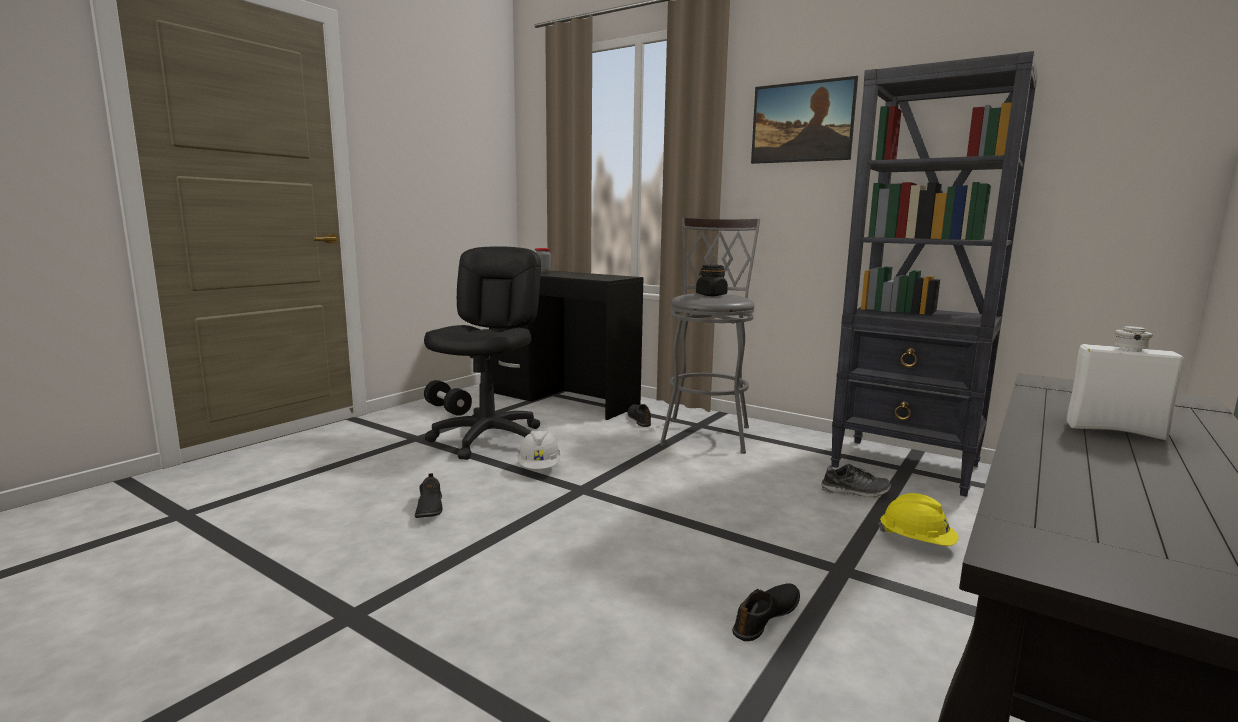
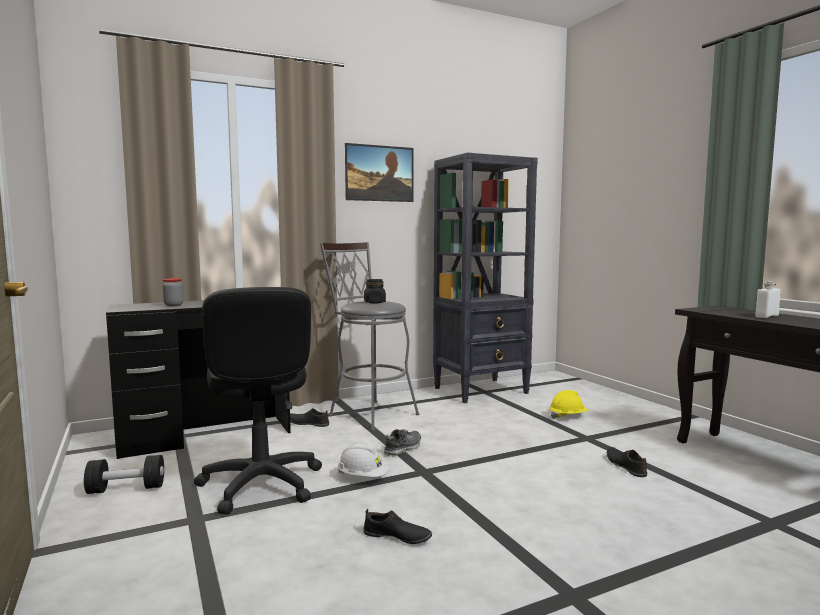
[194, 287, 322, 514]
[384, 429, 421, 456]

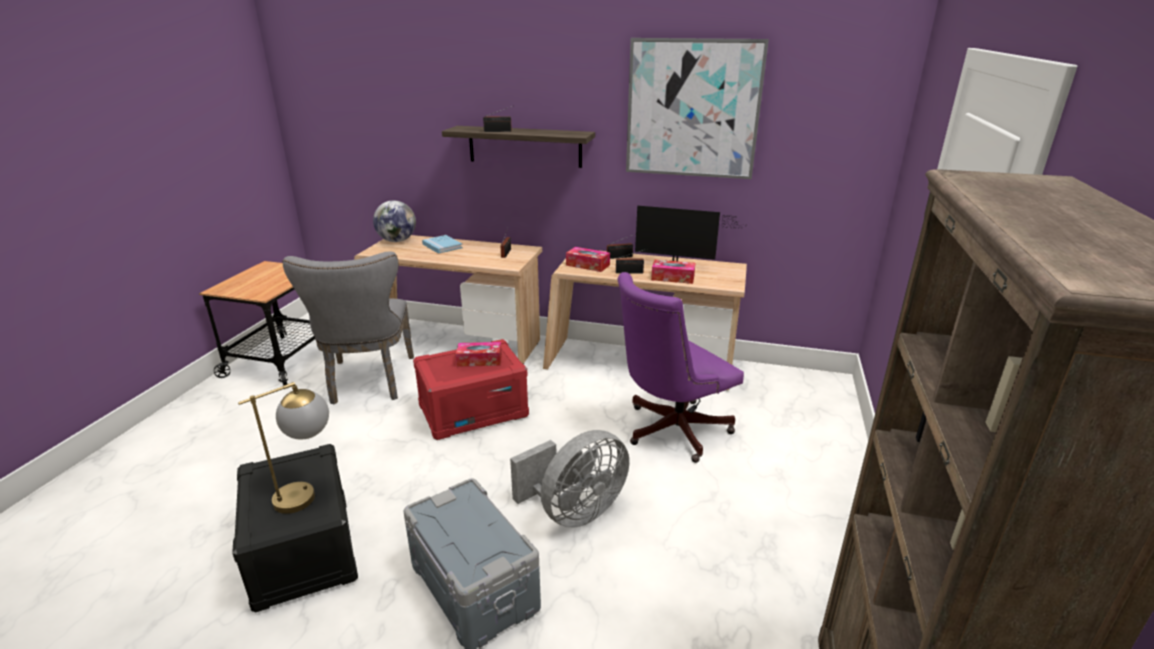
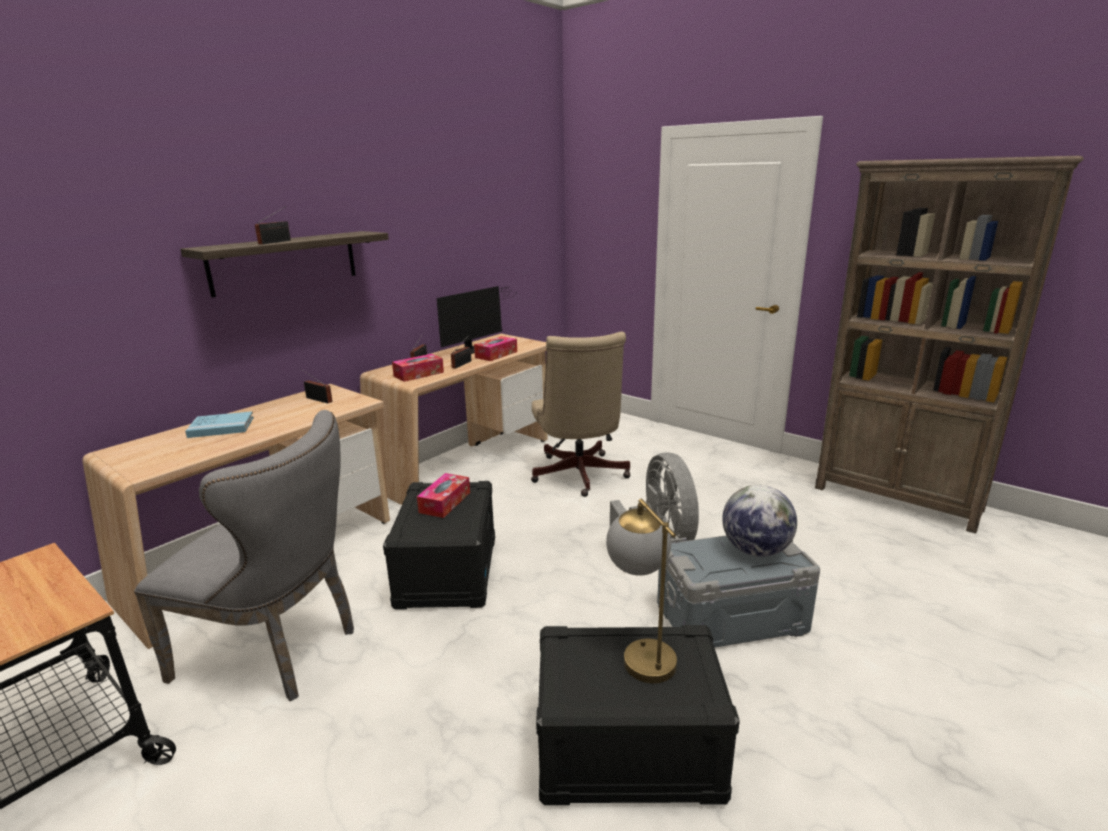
[626, 38, 769, 179] (first image)
[722, 485, 797, 557]
[531, 332, 631, 497]
[383, 481, 495, 610]

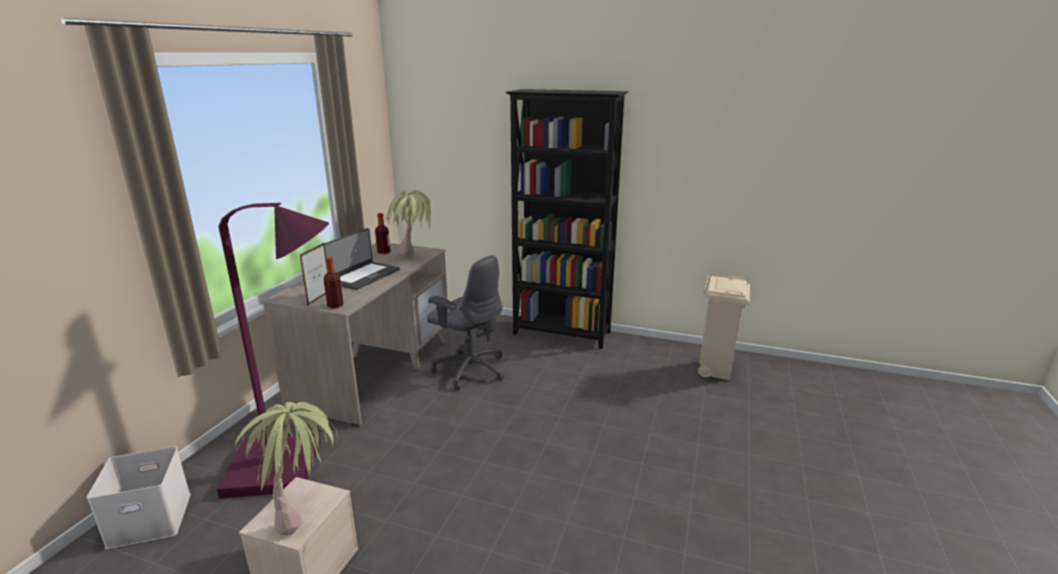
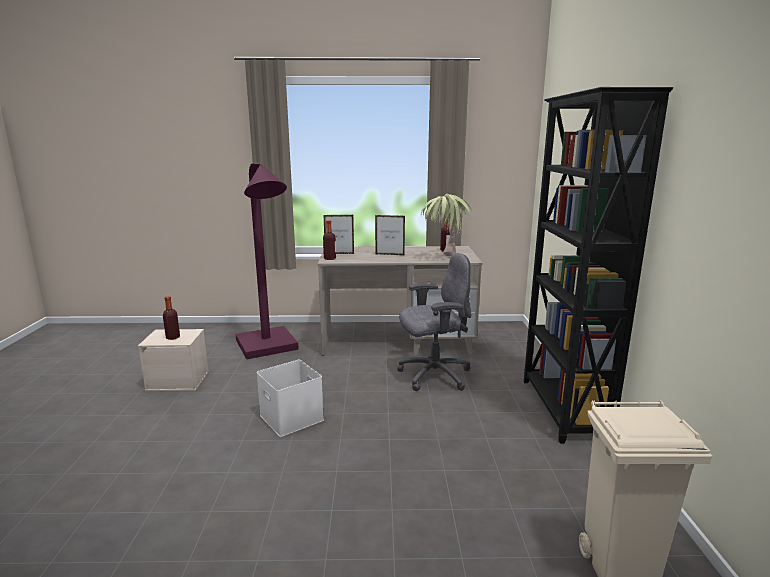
[375, 215, 405, 255]
[397, 253, 472, 391]
[163, 296, 180, 340]
[256, 360, 324, 437]

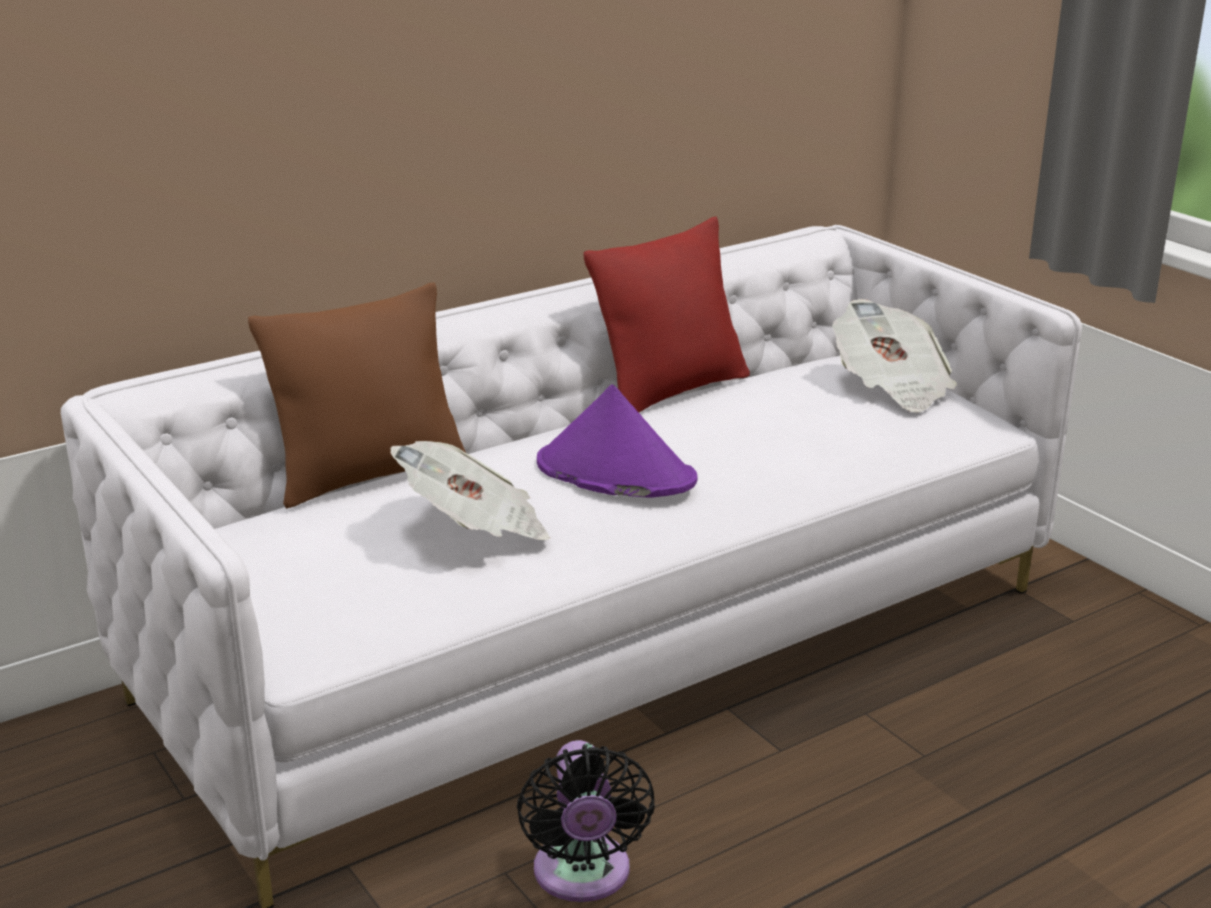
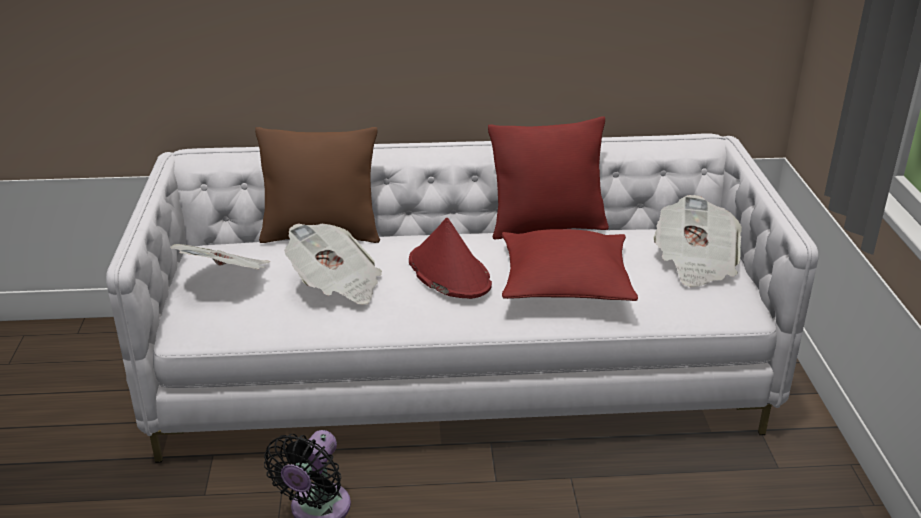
[409, 218, 492, 299]
[501, 229, 638, 301]
[170, 244, 270, 269]

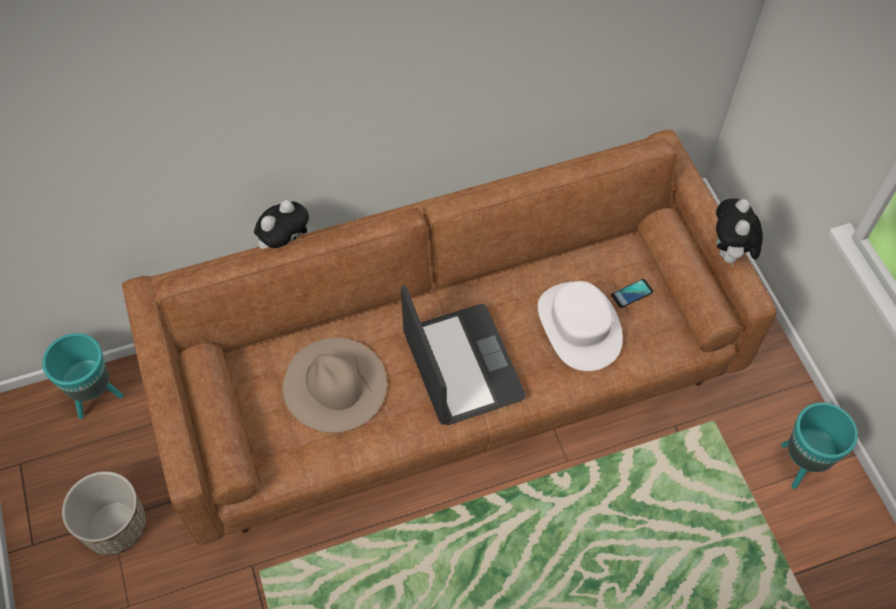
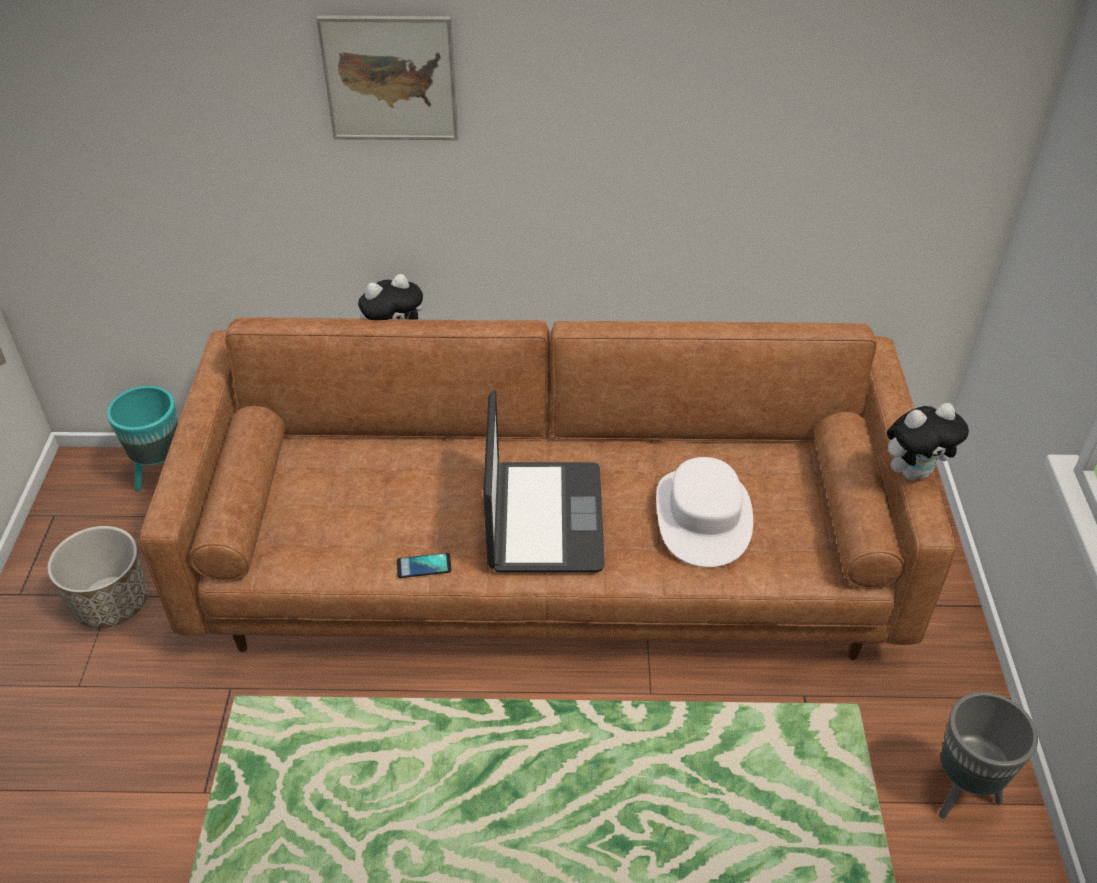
[887, 403, 969, 481]
[397, 553, 452, 578]
[283, 338, 387, 433] (first image)
[939, 692, 1038, 819]
[316, 15, 458, 140]

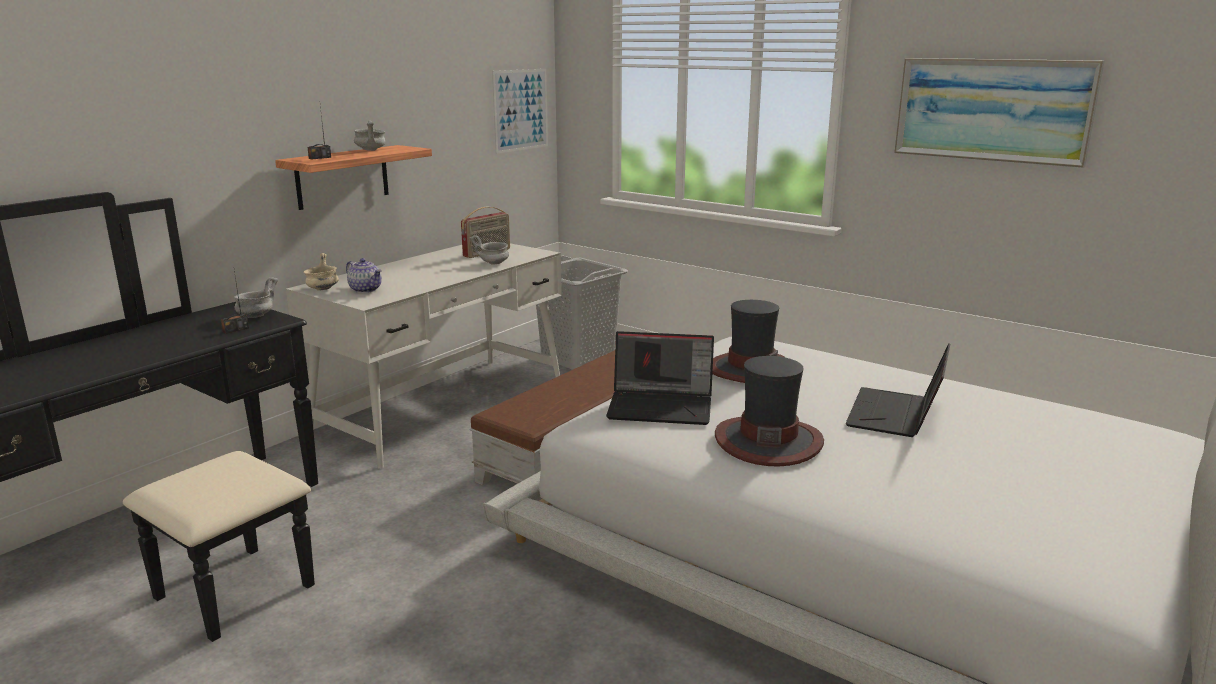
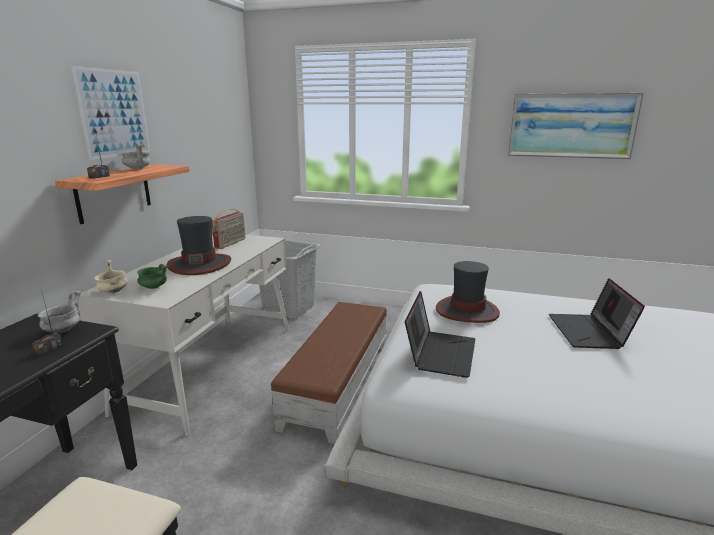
[71, 66, 151, 160]
[469, 235, 509, 265] (first image)
[137, 264, 168, 289]
[405, 291, 475, 378]
[167, 216, 231, 275]

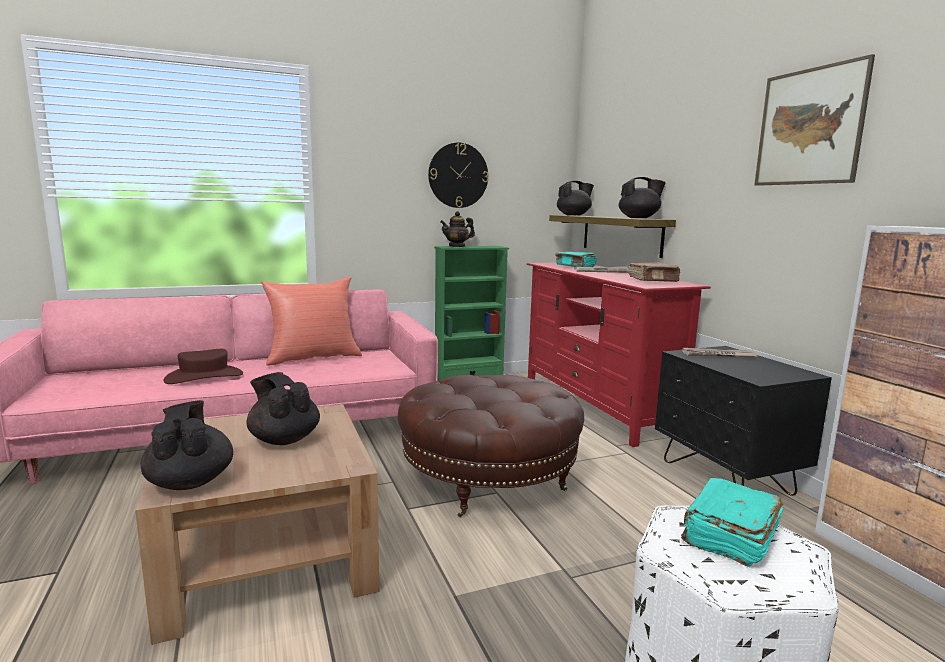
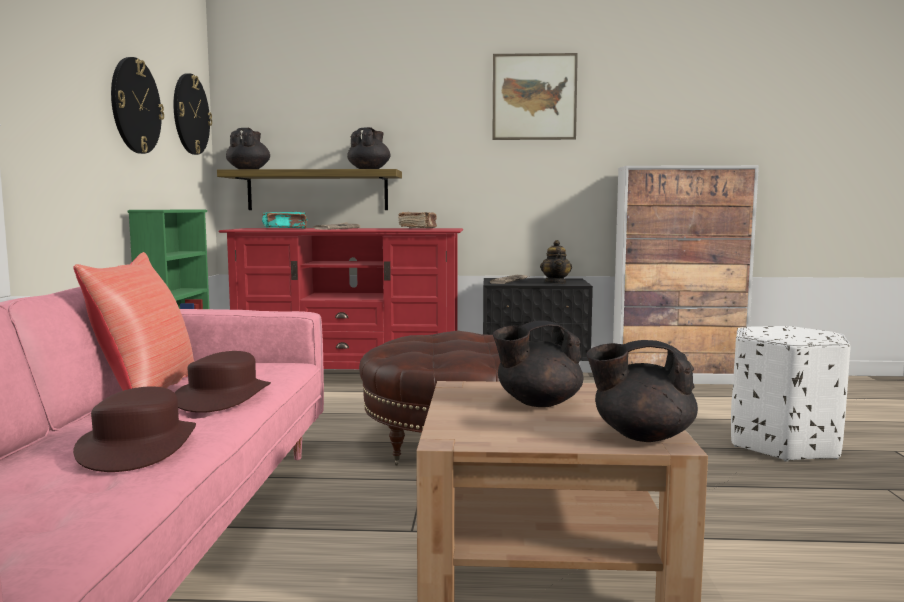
[540, 240, 572, 284]
[681, 478, 783, 567] (first image)
[173, 73, 212, 155]
[175, 351, 271, 413]

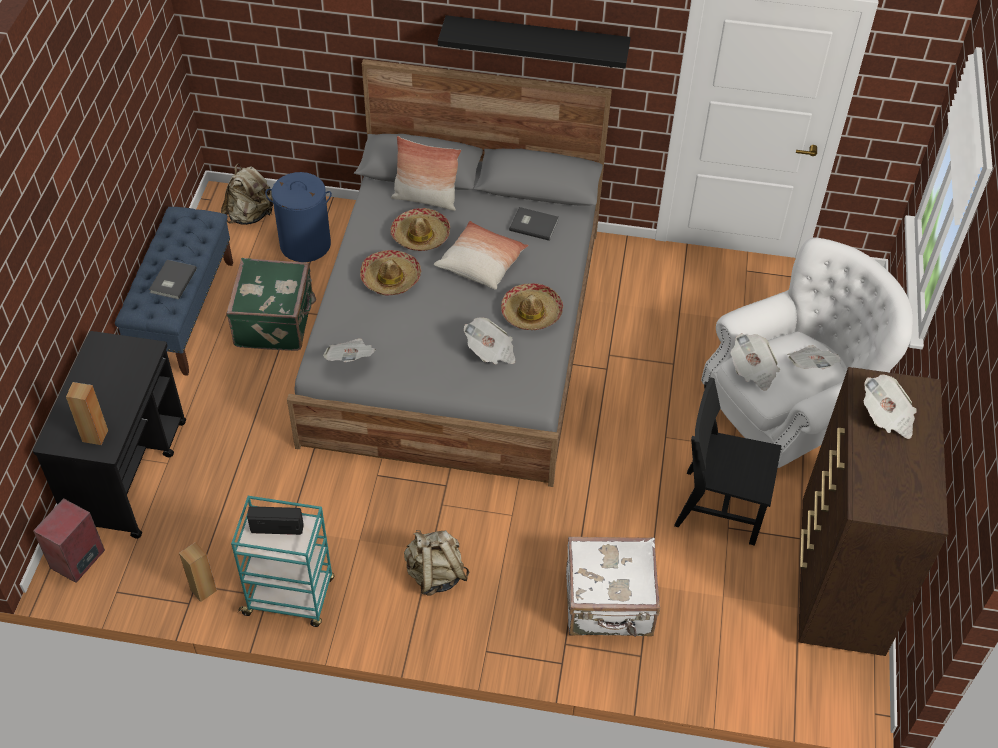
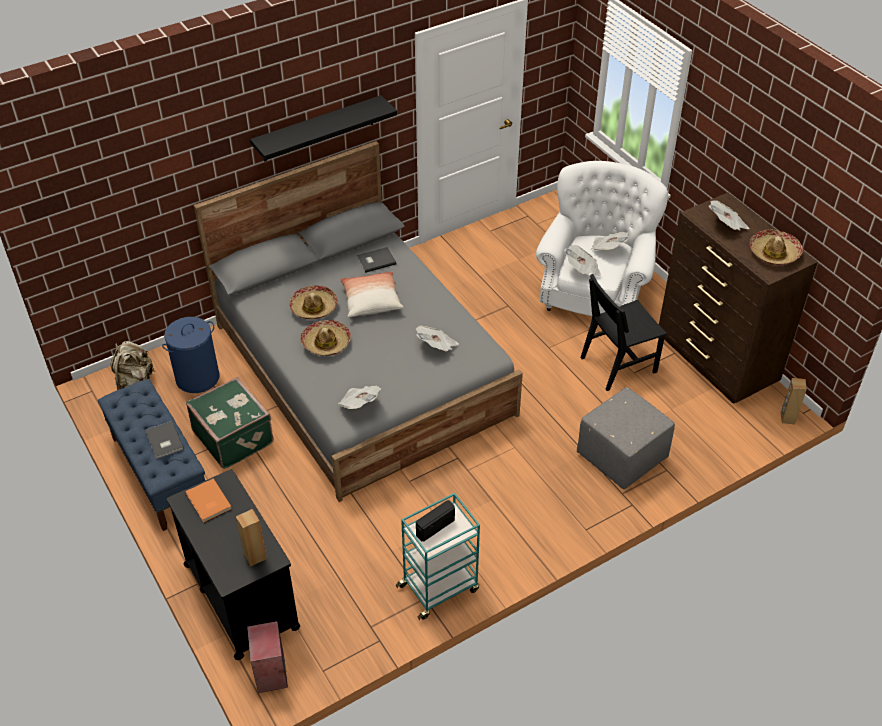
[391, 136, 461, 211] (first image)
[750, 229, 803, 266]
[404, 530, 469, 596] (first image)
[577, 387, 675, 489]
[781, 378, 807, 424]
[186, 478, 232, 523]

